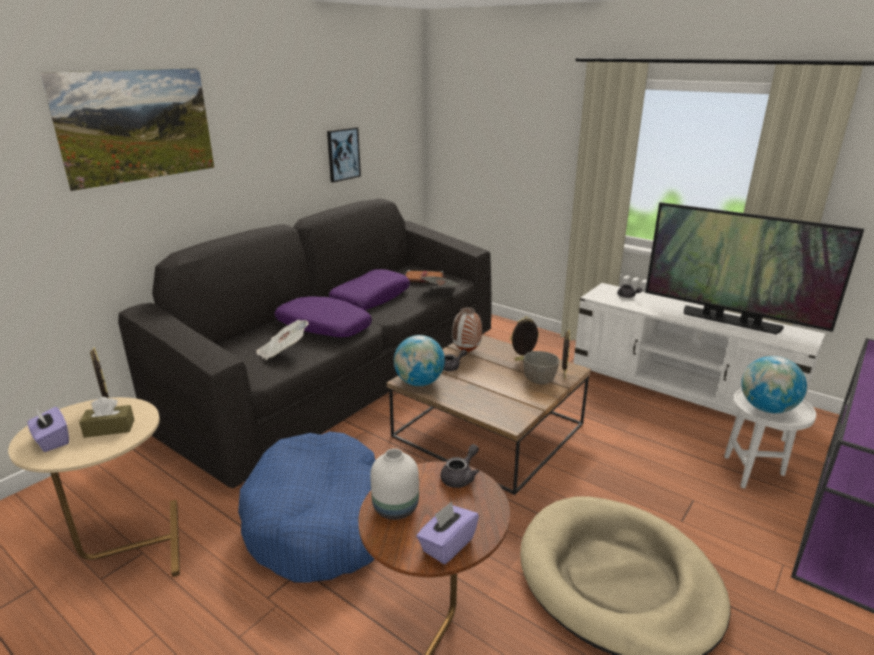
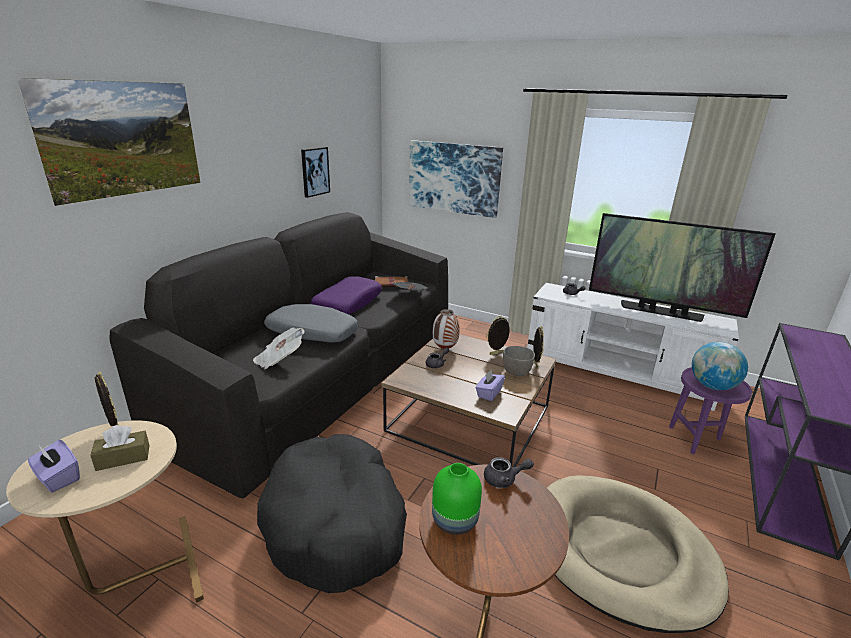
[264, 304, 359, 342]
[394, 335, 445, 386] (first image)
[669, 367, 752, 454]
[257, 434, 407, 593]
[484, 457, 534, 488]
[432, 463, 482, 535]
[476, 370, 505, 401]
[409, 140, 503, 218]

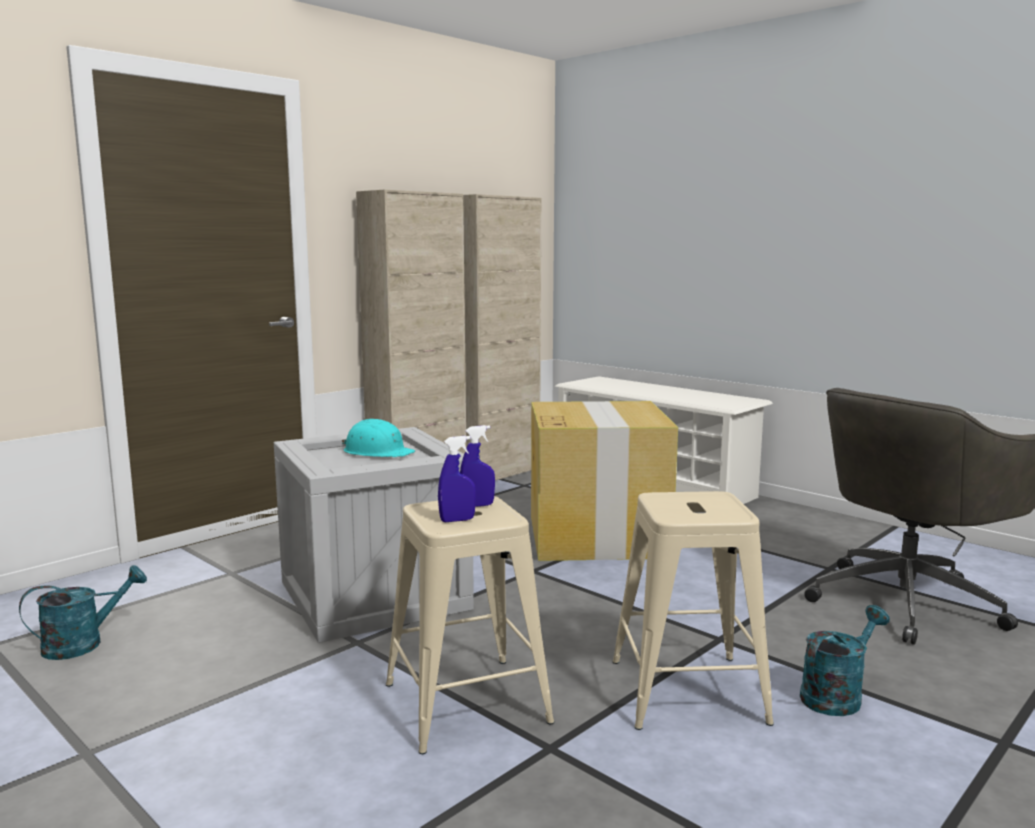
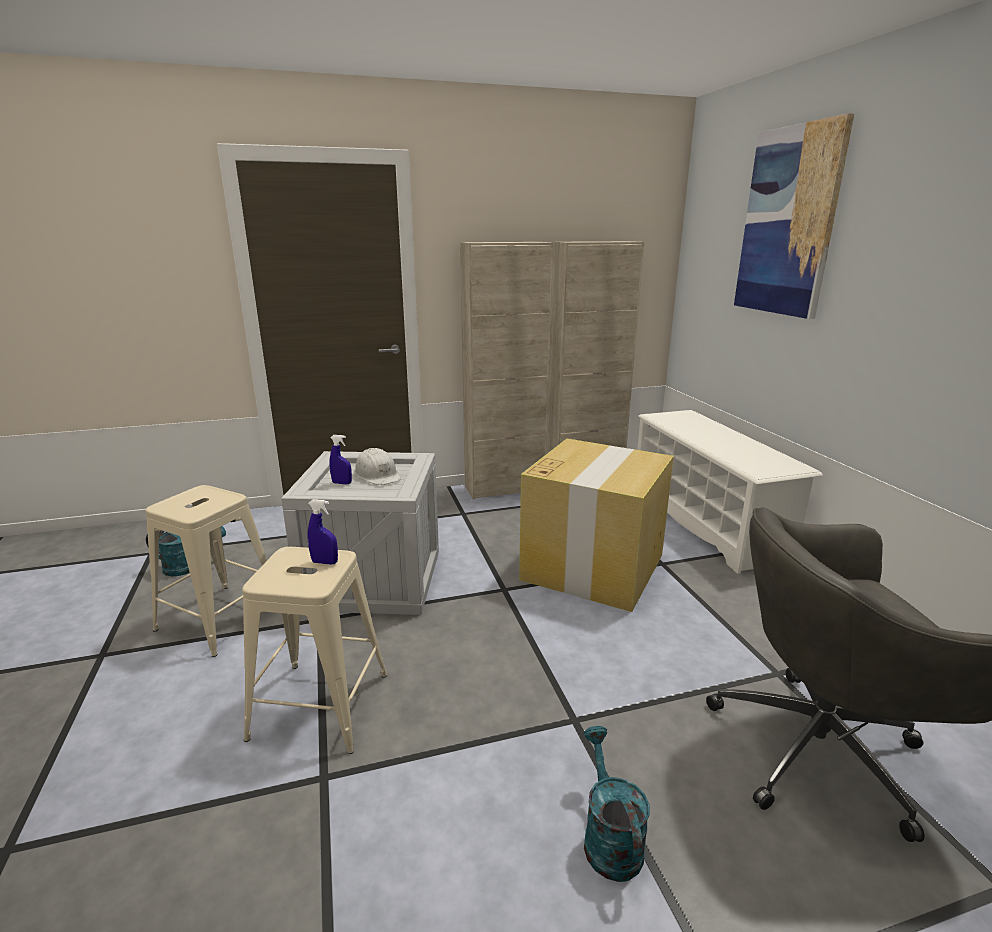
[354, 448, 401, 485]
[329, 435, 352, 485]
[145, 485, 267, 657]
[583, 726, 650, 882]
[734, 113, 854, 319]

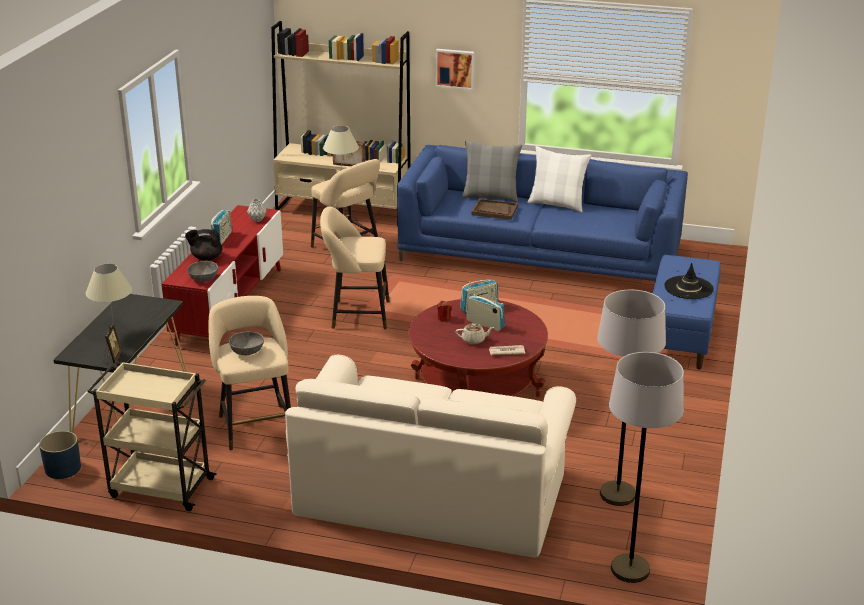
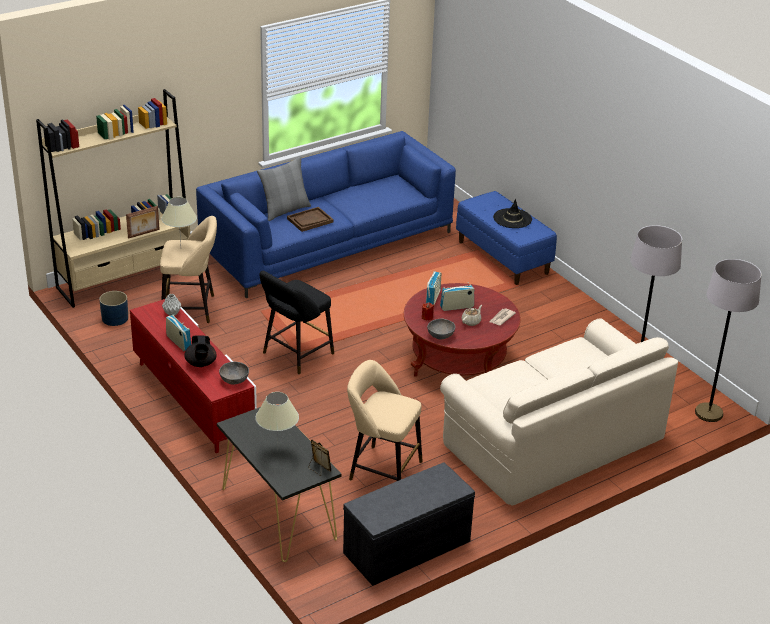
[436, 49, 474, 90] (first image)
[527, 146, 592, 212] (first image)
[260, 271, 334, 375]
[184, 335, 216, 367]
[427, 319, 455, 339]
[343, 462, 475, 586]
[99, 291, 128, 326]

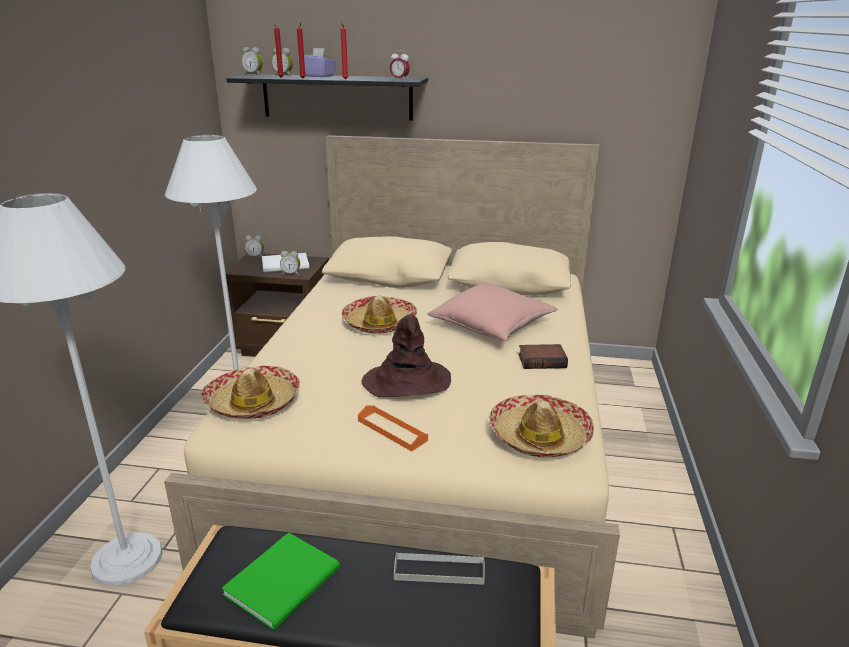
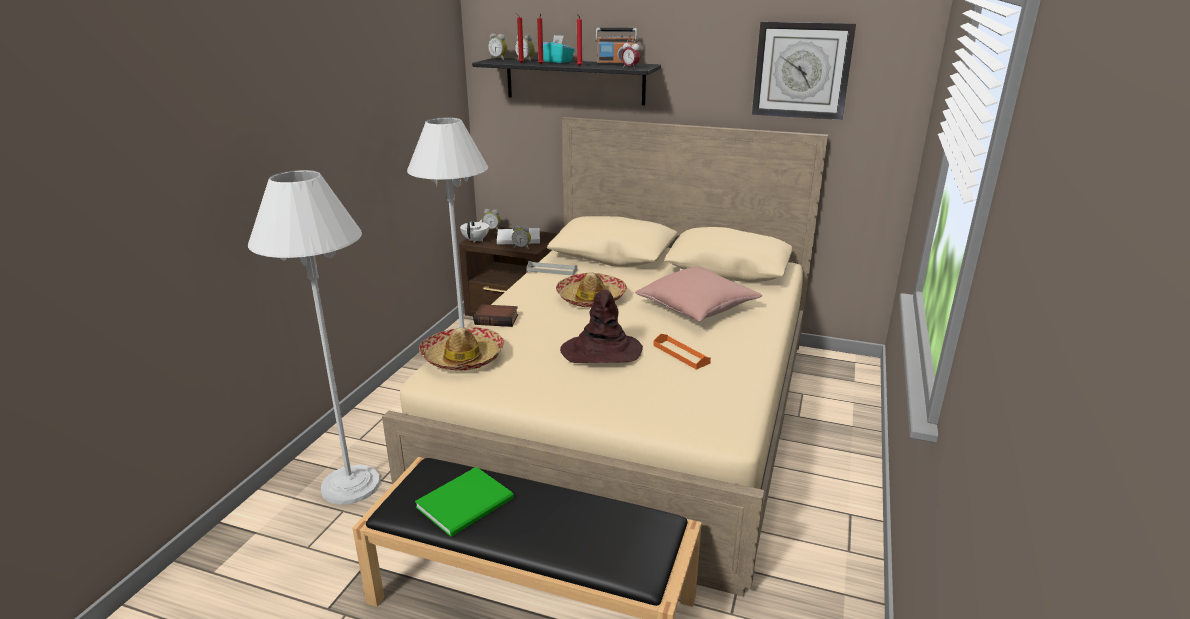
[543, 35, 575, 63]
[474, 304, 518, 327]
[489, 395, 594, 457] (first image)
[654, 334, 711, 370]
[527, 261, 577, 276]
[752, 21, 856, 120]
[595, 28, 637, 65]
[460, 219, 489, 243]

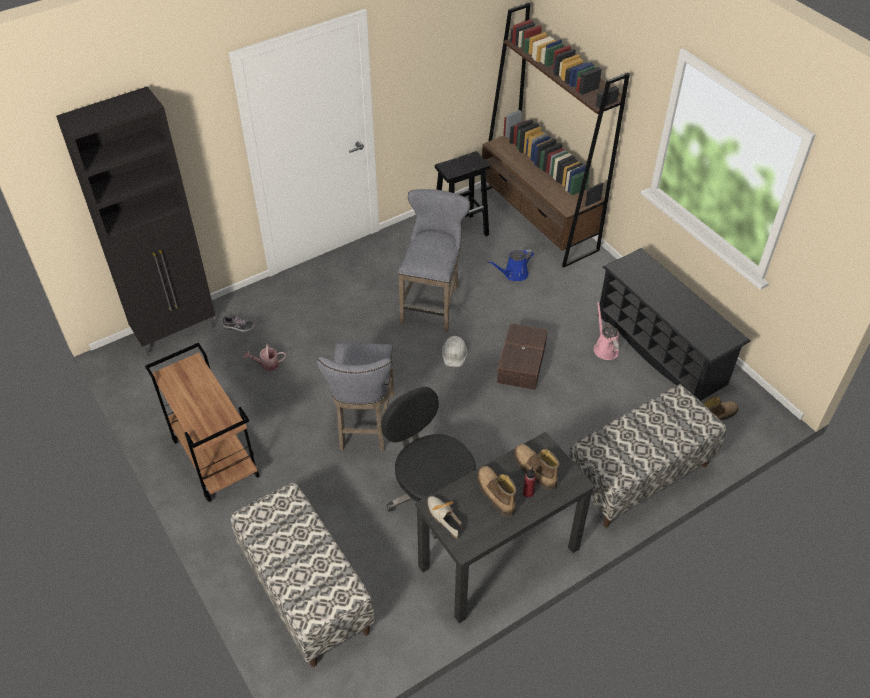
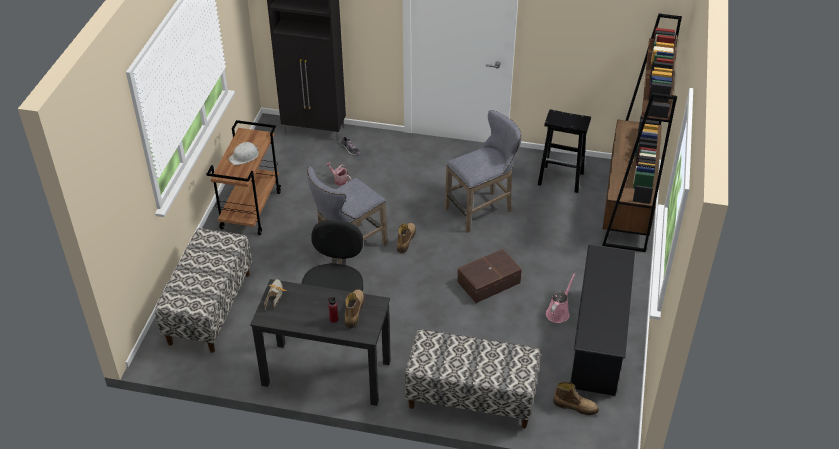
[488, 249, 534, 281] (first image)
[228, 142, 259, 165]
[397, 223, 416, 253]

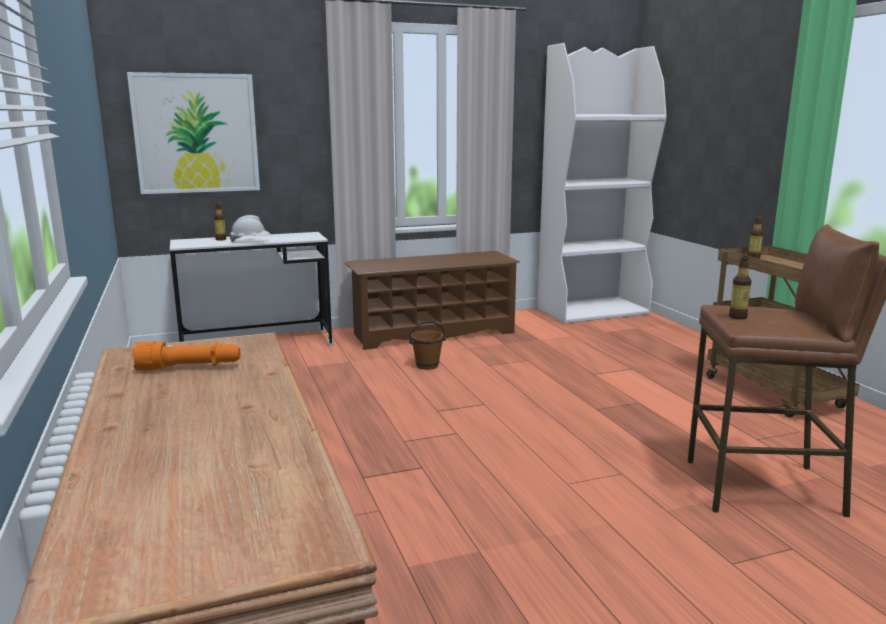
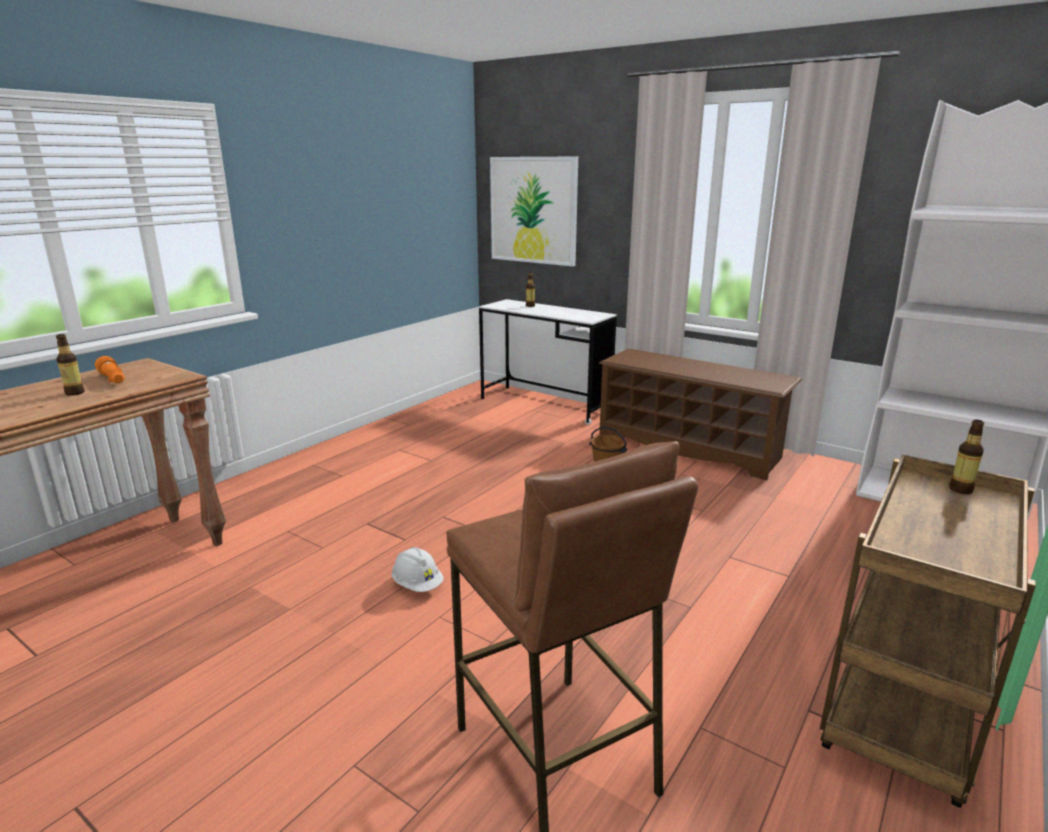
[392, 547, 444, 592]
[56, 334, 85, 396]

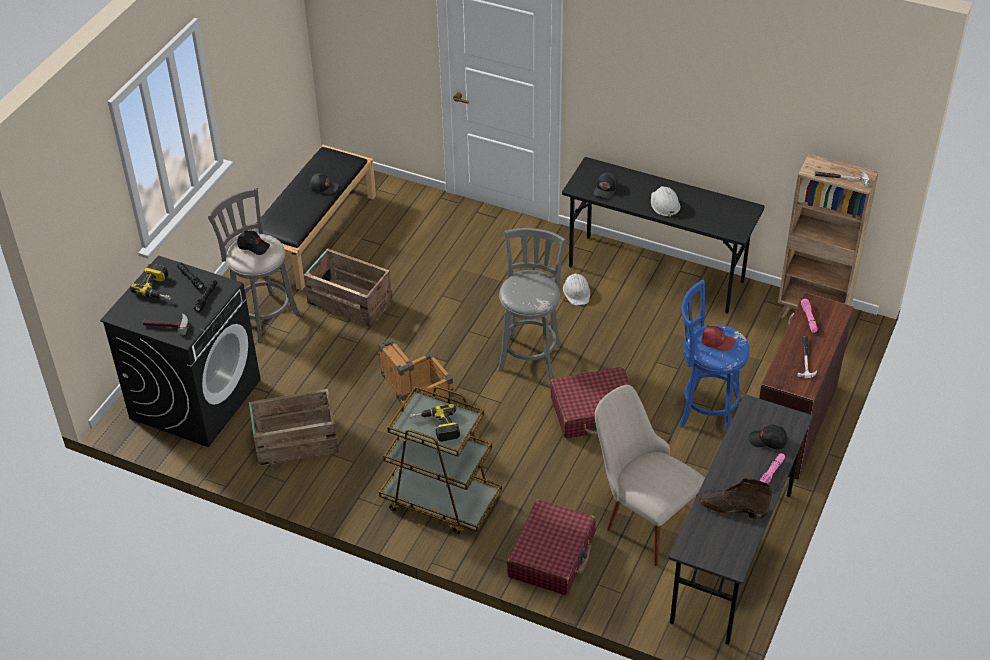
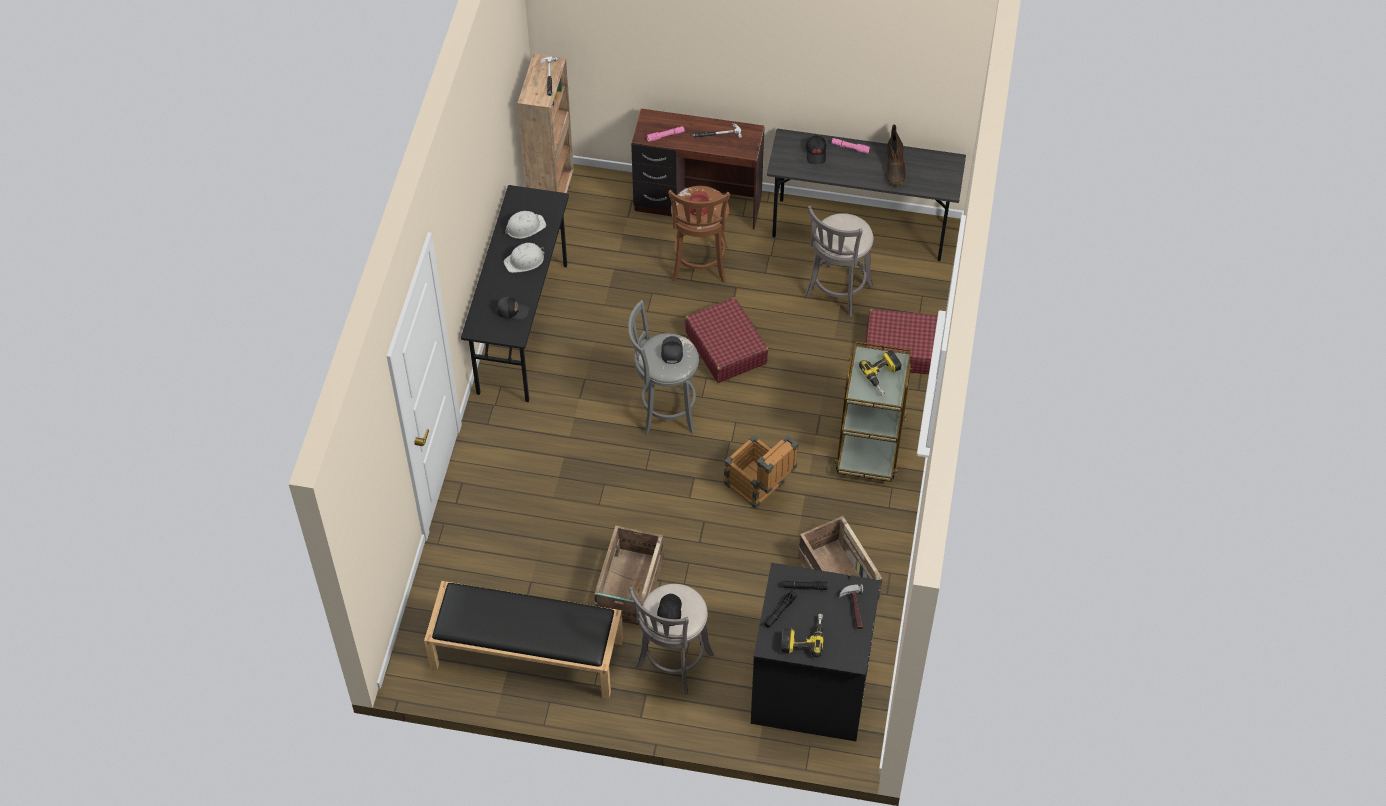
[661, 336, 683, 364]
[505, 211, 546, 239]
[668, 186, 730, 283]
[805, 206, 873, 318]

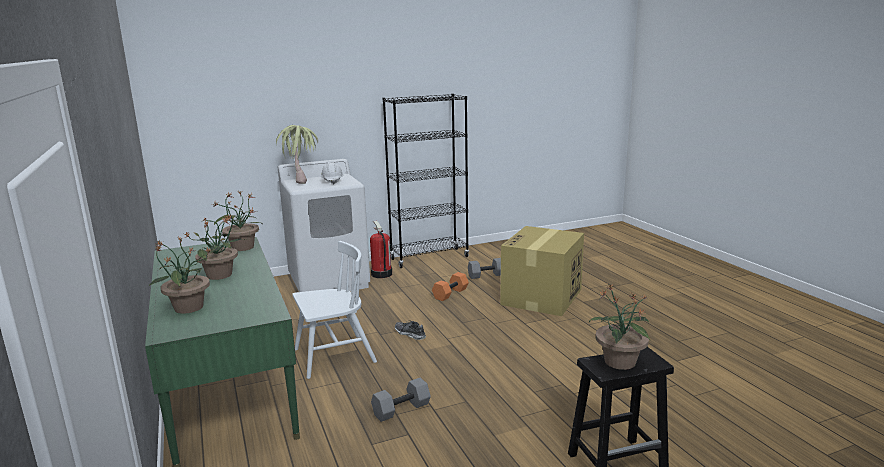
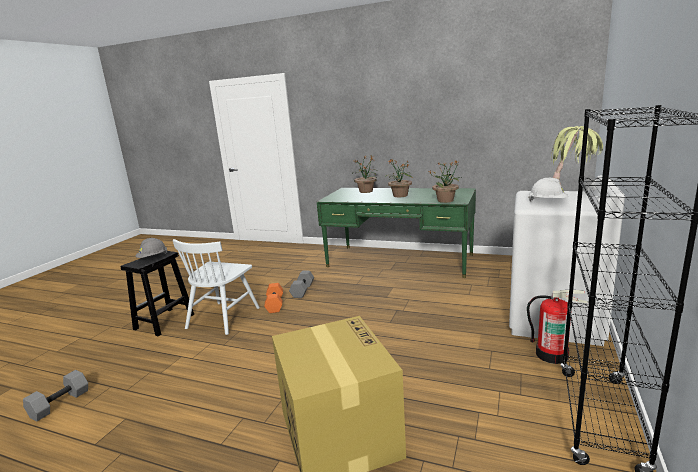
[173, 239, 260, 335]
[23, 370, 88, 422]
[264, 283, 283, 313]
[136, 238, 167, 258]
[395, 321, 426, 340] (first image)

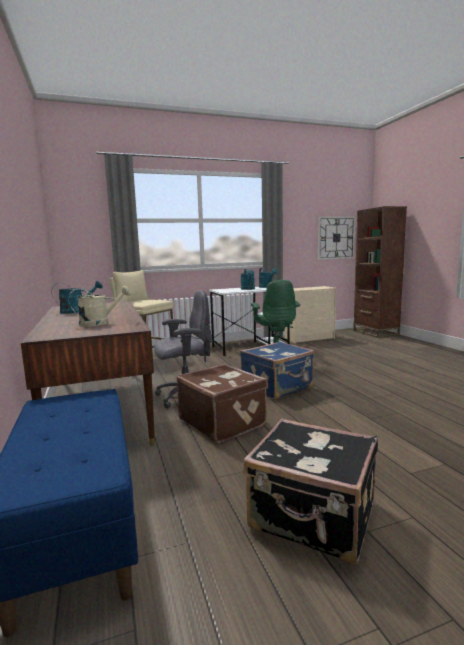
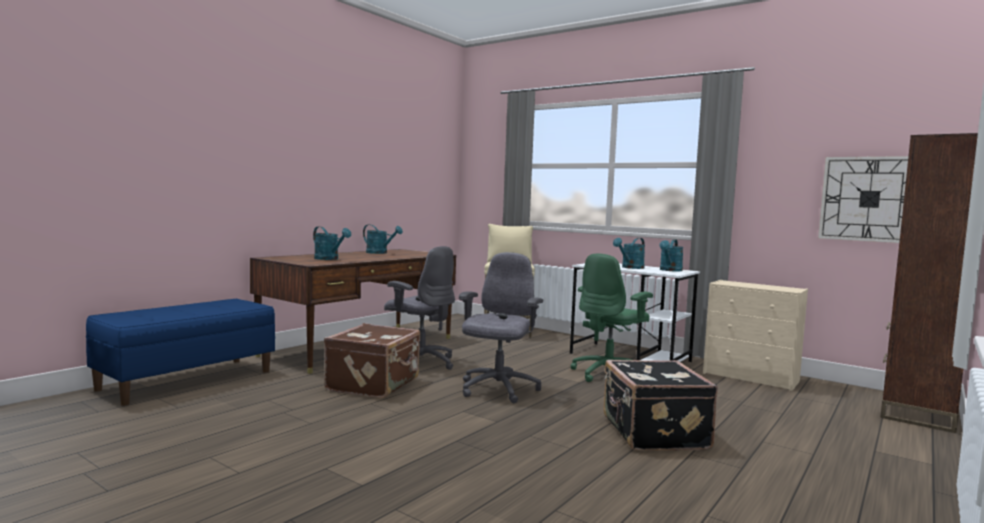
[313, 226, 351, 260]
[459, 252, 543, 403]
[603, 360, 718, 451]

